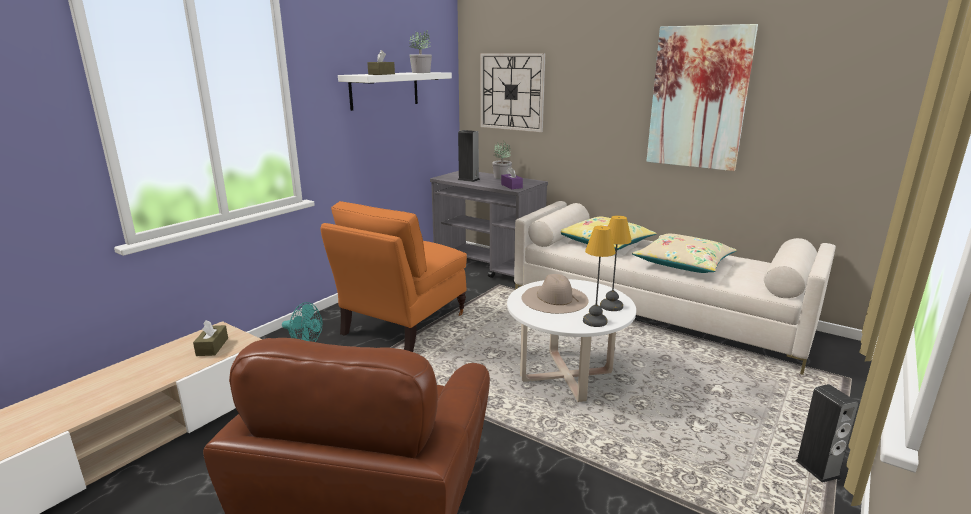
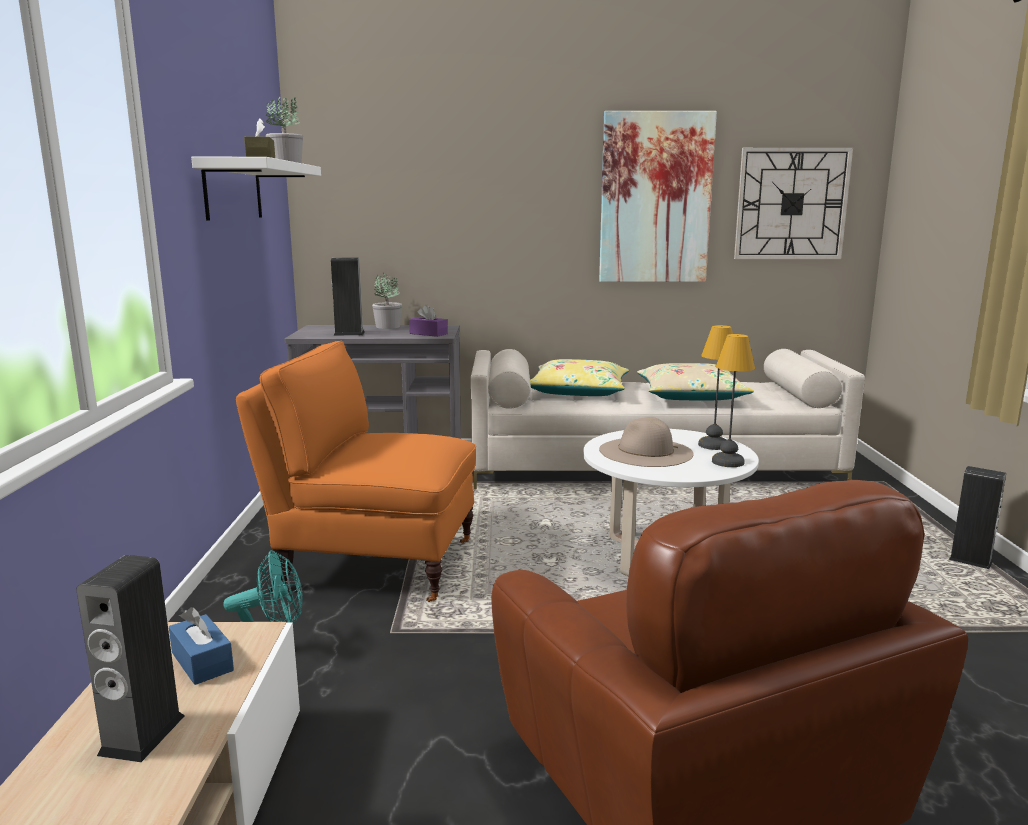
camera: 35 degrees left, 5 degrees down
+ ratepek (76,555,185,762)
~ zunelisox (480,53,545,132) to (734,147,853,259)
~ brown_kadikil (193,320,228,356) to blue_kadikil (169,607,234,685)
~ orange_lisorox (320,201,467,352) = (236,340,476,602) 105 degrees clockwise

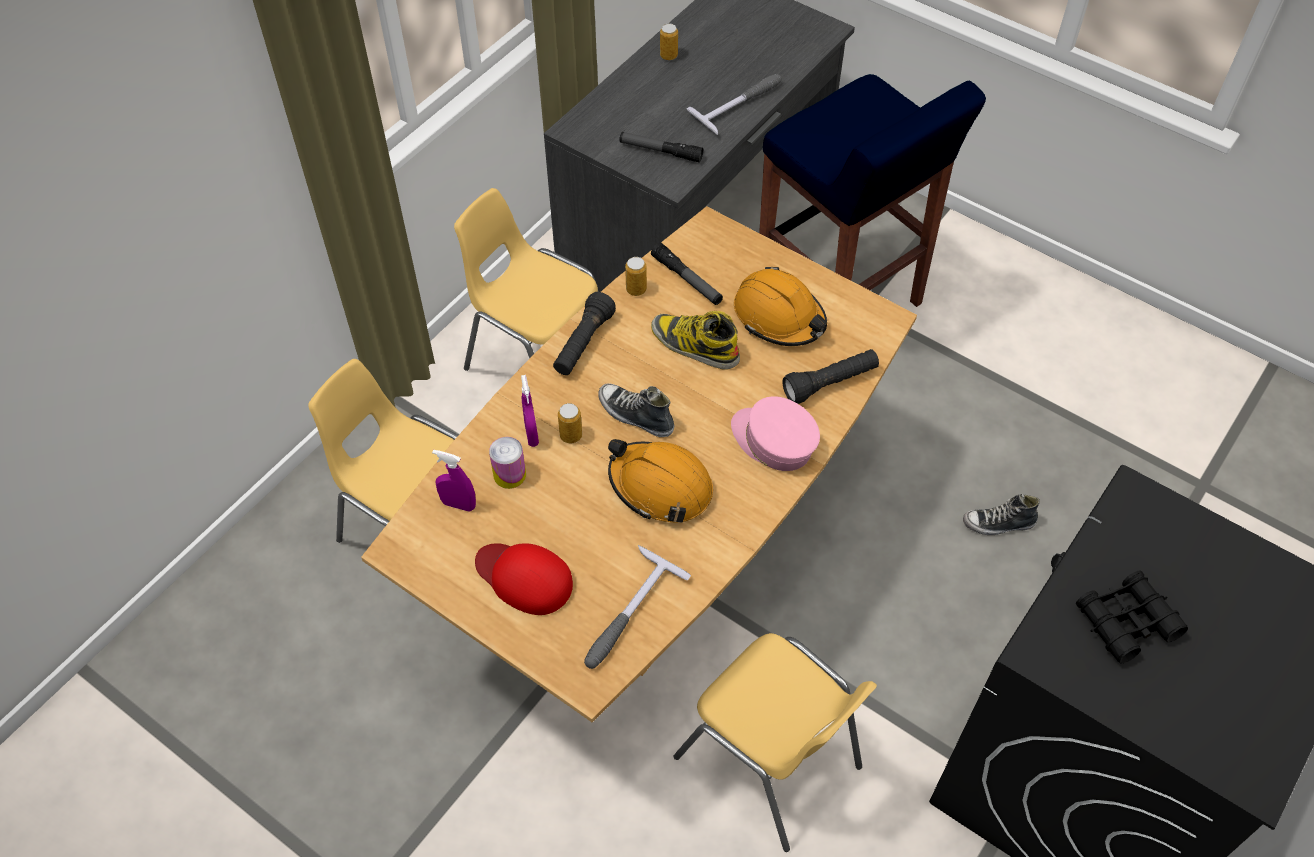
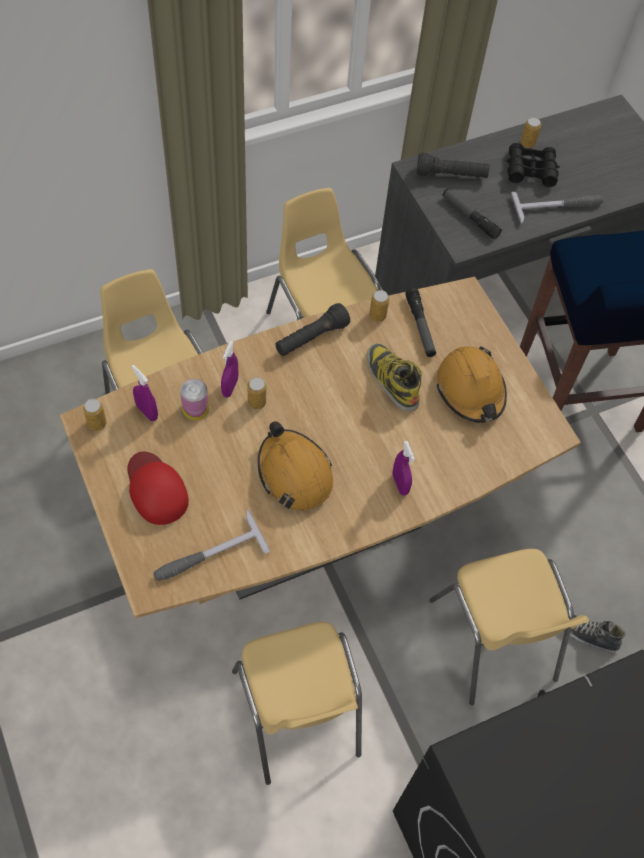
camera: 25 degrees right, 5 degrees up
- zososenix (598,383,674,437)
+ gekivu (83,399,107,431)
+ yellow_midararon (429,549,589,705)
~ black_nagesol (782,349,879,404) to (417,153,489,178)
~ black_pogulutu (1076,571,1188,663) to (506,143,560,187)
~ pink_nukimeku (731,396,820,471) to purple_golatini (393,441,415,496)

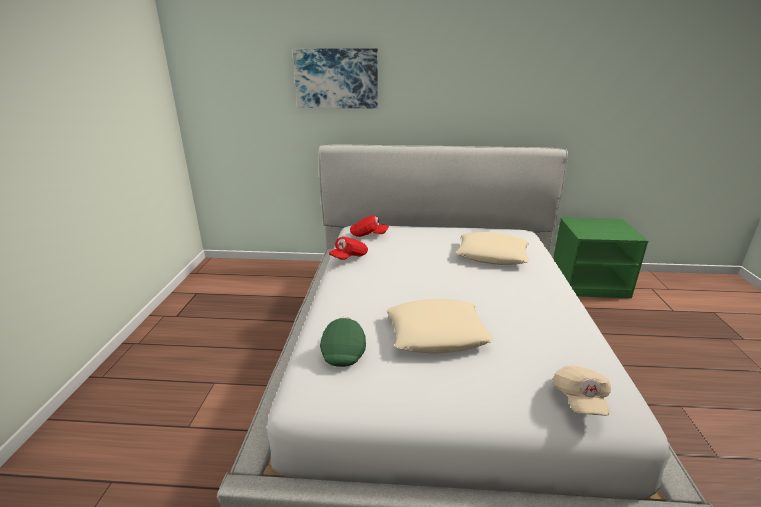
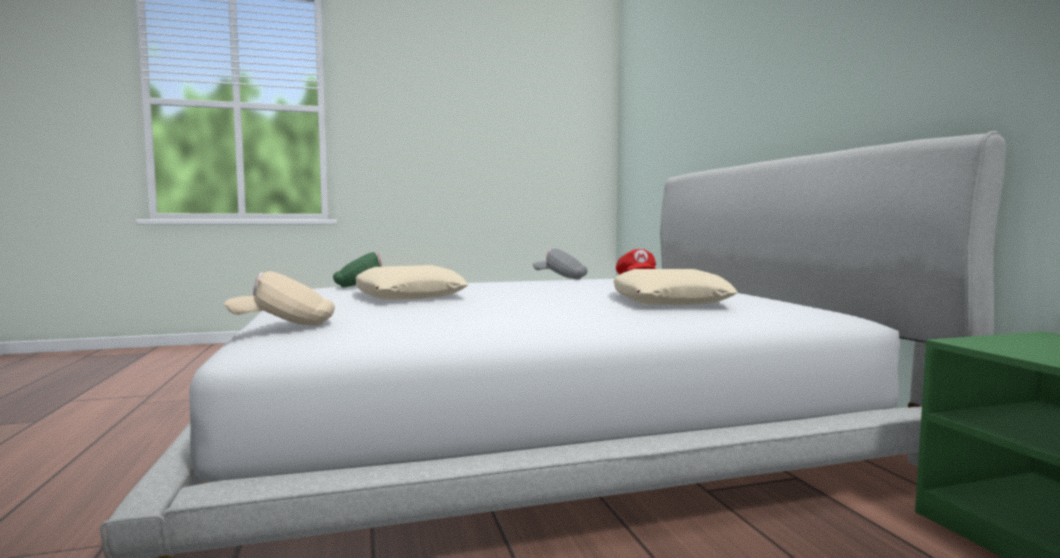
camera: 70 degrees right, 20 degrees down
- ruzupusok (293,48,378,108)
~ red_nukimeku (329,237,368,260) to grey_nukimeku (532,248,588,279)

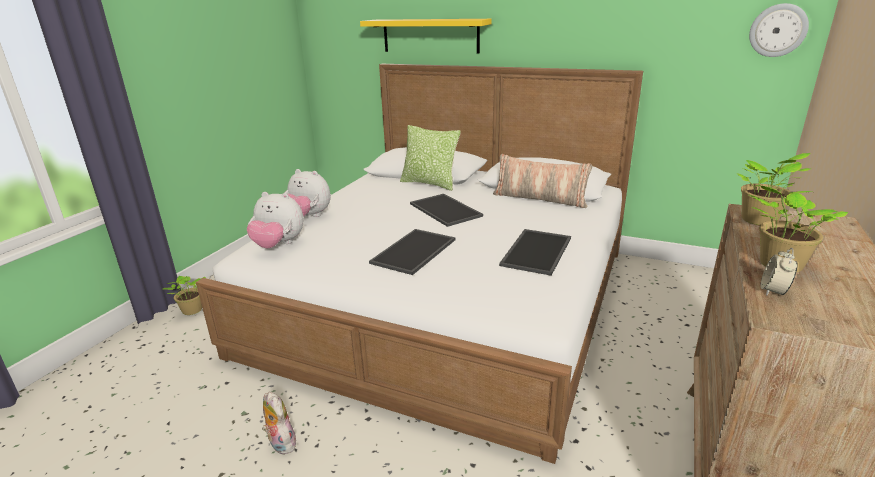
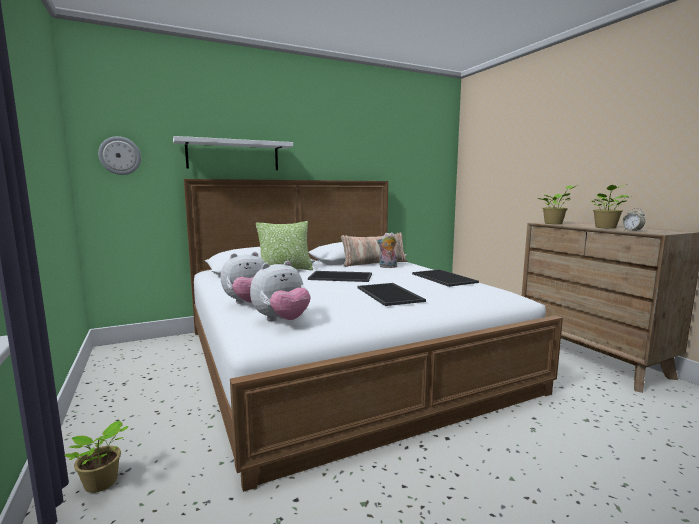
camera: 50 degrees left, 15 degrees down
~ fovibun (262,392,296,454) to (377,232,397,268)
~ zunelisox (749,3,809,57) to (98,136,141,175)
~ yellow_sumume (360,19,492,53) to white_sumume (173,136,293,170)

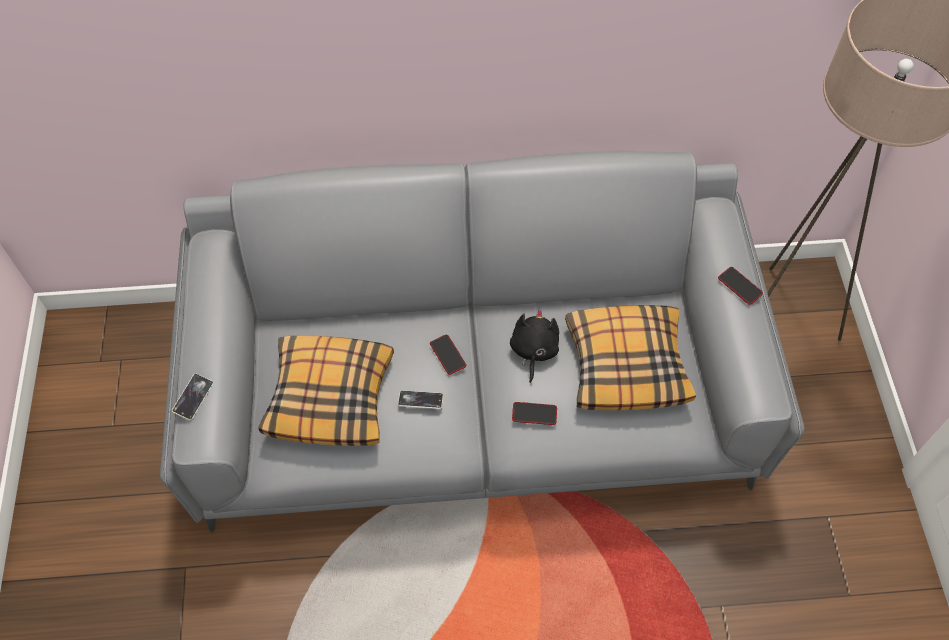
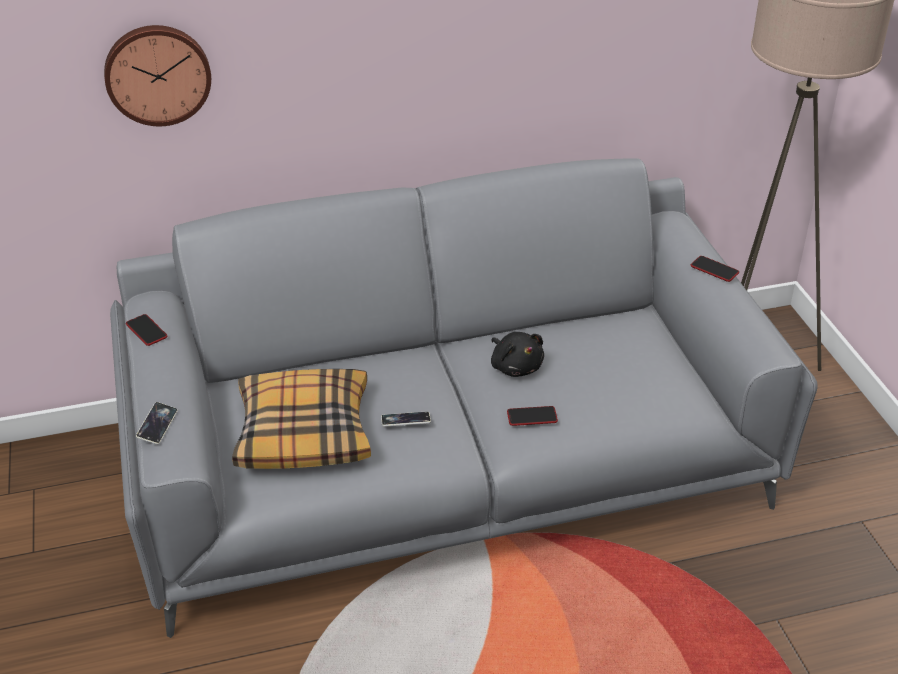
camera: 10 degrees left, 20 degrees down
- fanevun (565,305,696,410)
+ zunelisox (104,25,211,126)
~ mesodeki (430,335,466,375) to (126,314,168,346)
~ black_fovibun (510,309,559,383) = (491,332,544,377) 150 degrees clockwise

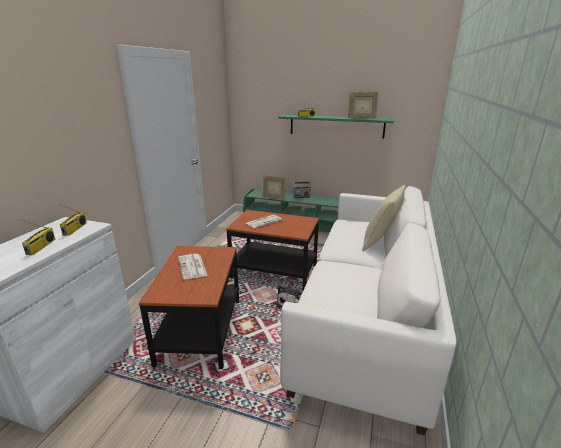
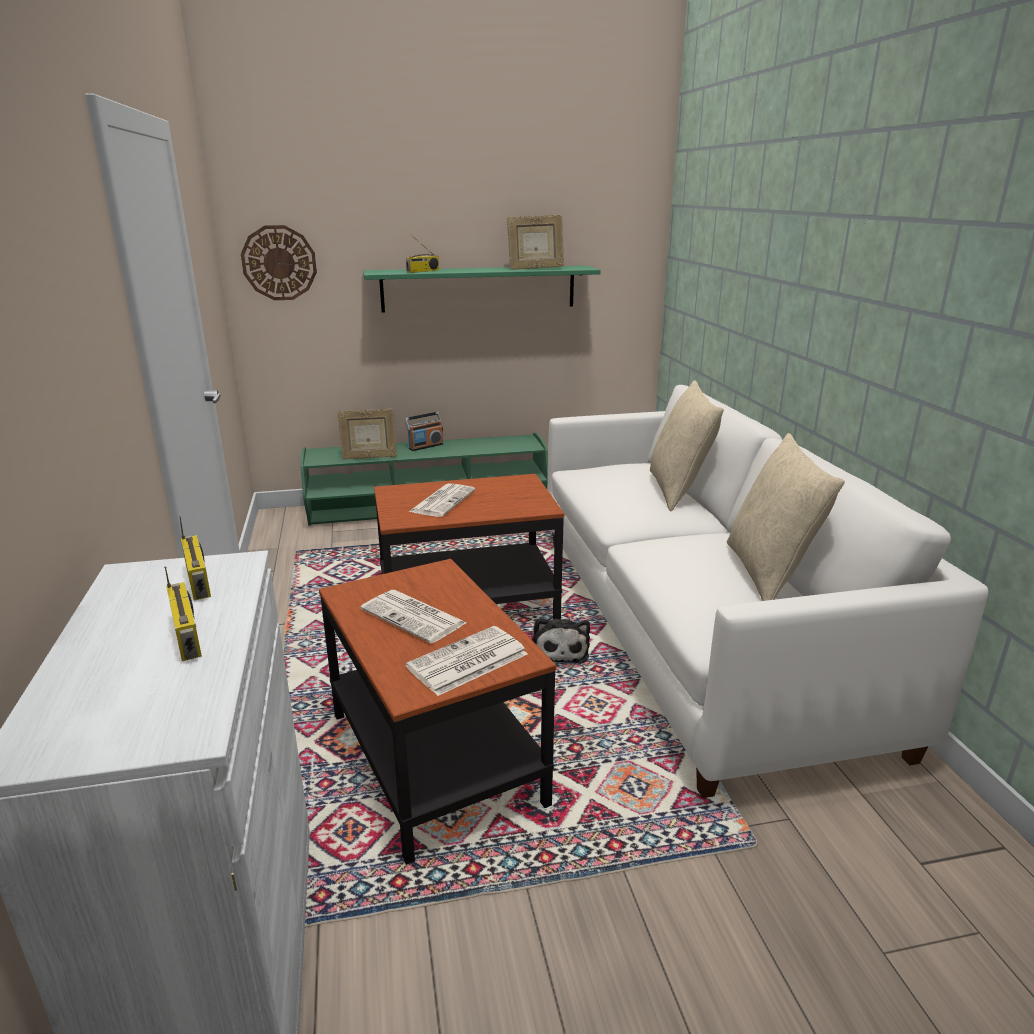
camera: 30 degrees left, 0 degrees up
+ zunelisox (241,225,317,300)
+ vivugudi (405,626,527,696)
+ beige_fanevun (727,433,845,601)

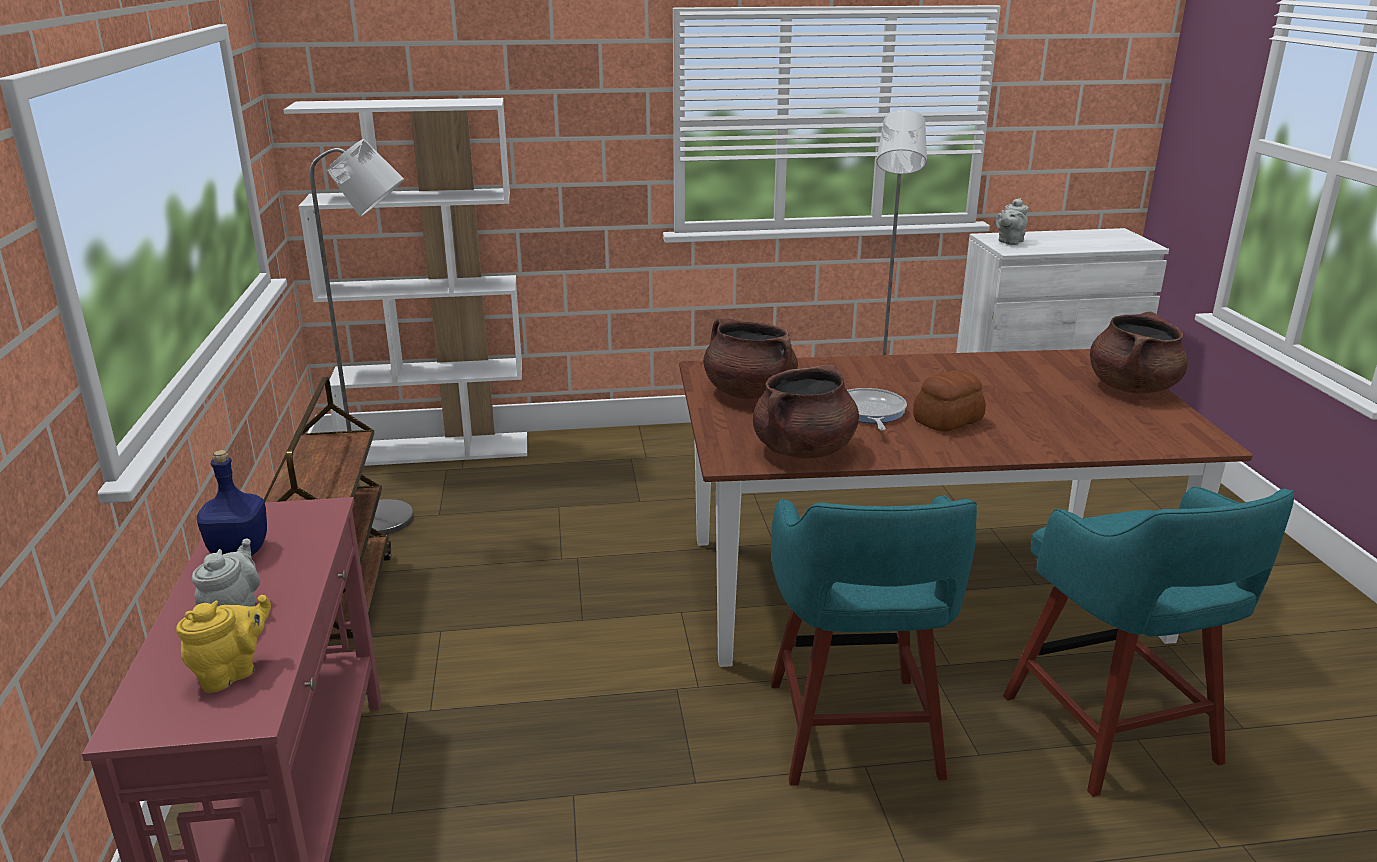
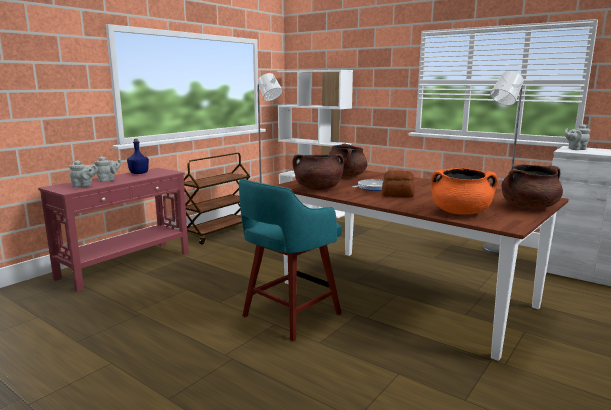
camera: 45 degrees right, 10 degrees down
- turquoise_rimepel (1003,486,1294,797)
+ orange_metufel (431,168,498,215)
~ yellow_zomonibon (176,595,271,693) to grey_zomonibon (69,160,98,187)

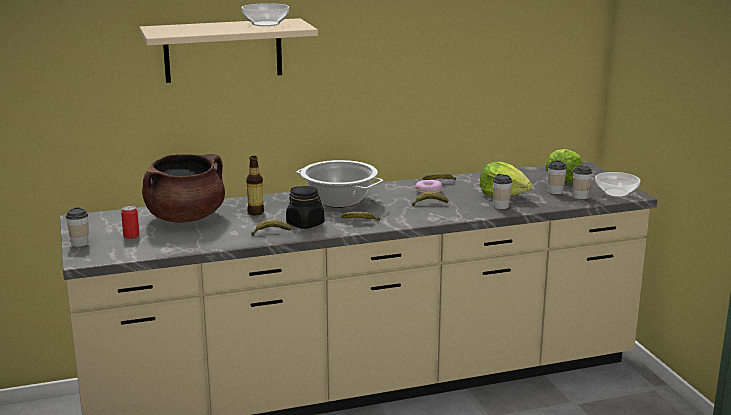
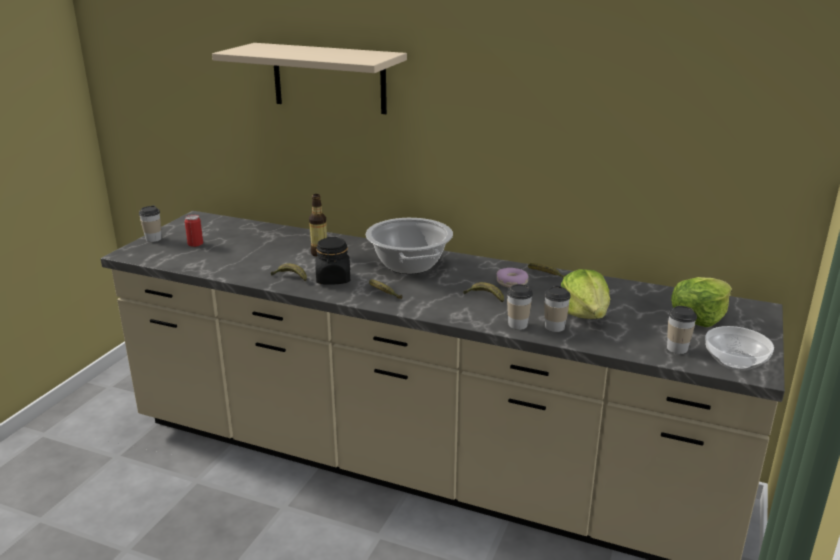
camera: 40 degrees right, 5 degrees up
- brown_metufel (142,154,225,223)
- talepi (241,3,289,26)
~ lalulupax (548,160,567,194) to (507,284,533,330)

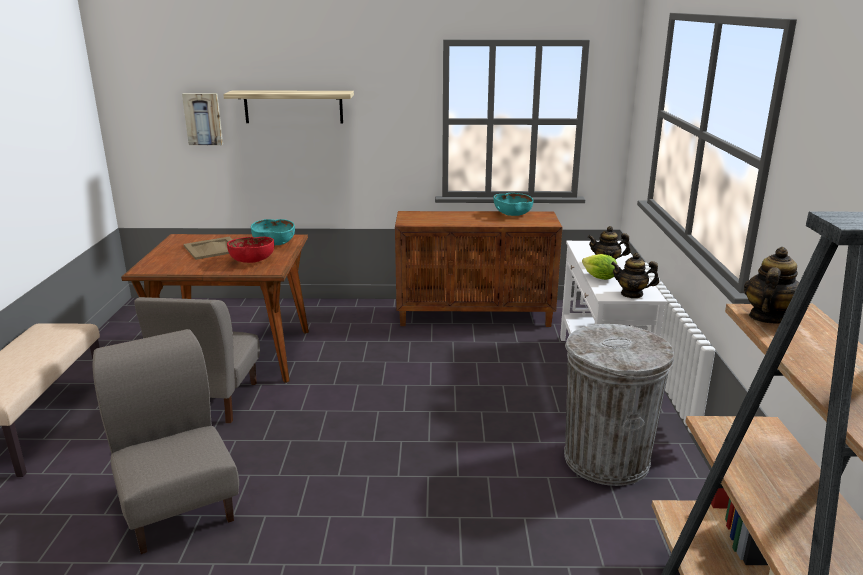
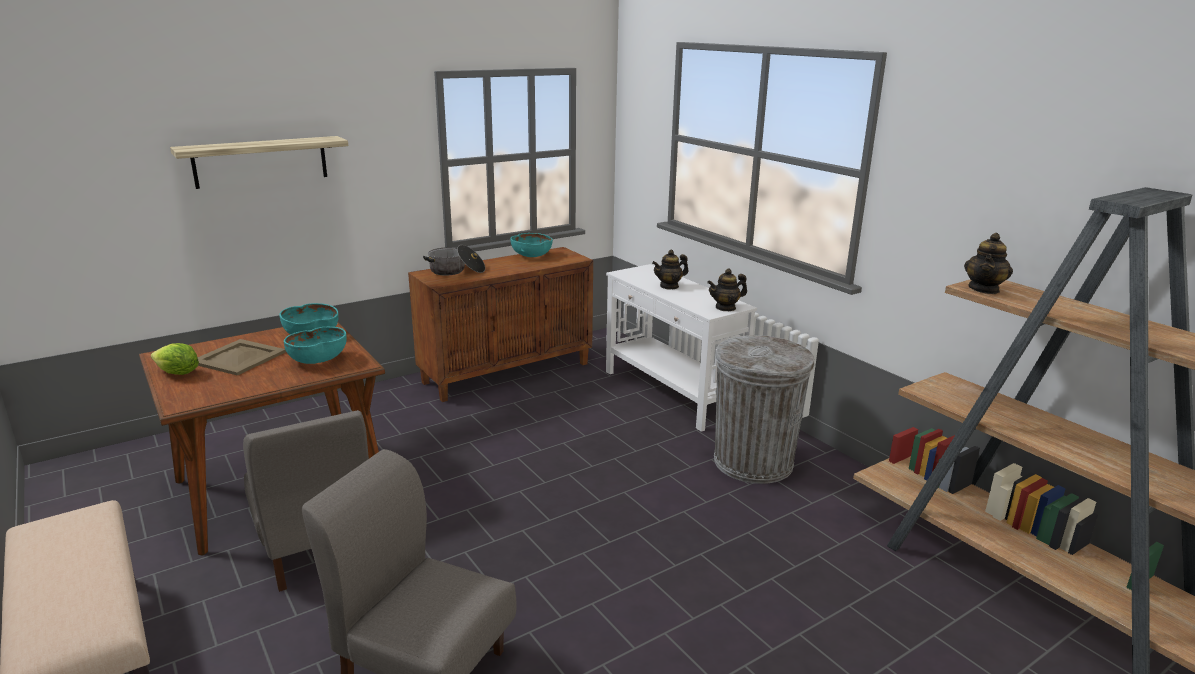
camera: 35 degrees left, 0 degrees up
- ruzupusok (182,93,223,145)
+ metufel (423,245,485,276)
~ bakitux (582,254,617,280) to (151,343,199,375)
~ red_talepi (227,237,274,263) to turquoise_talepi (284,327,347,364)
~ zomonibon (744,247,799,324) = (964,233,1013,294) 150 degrees counterclockwise

